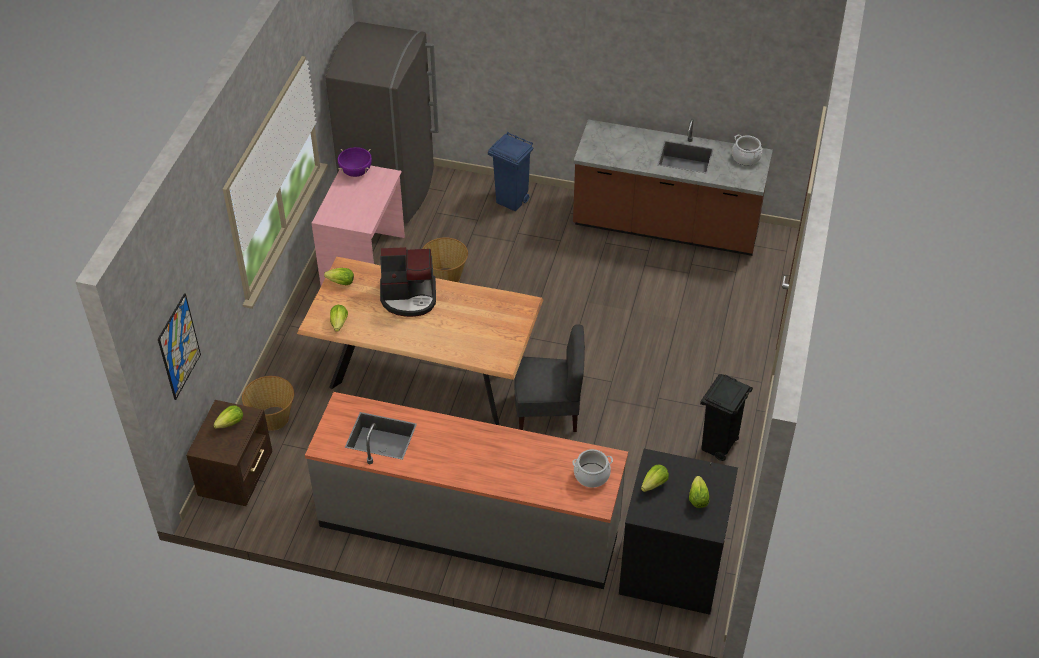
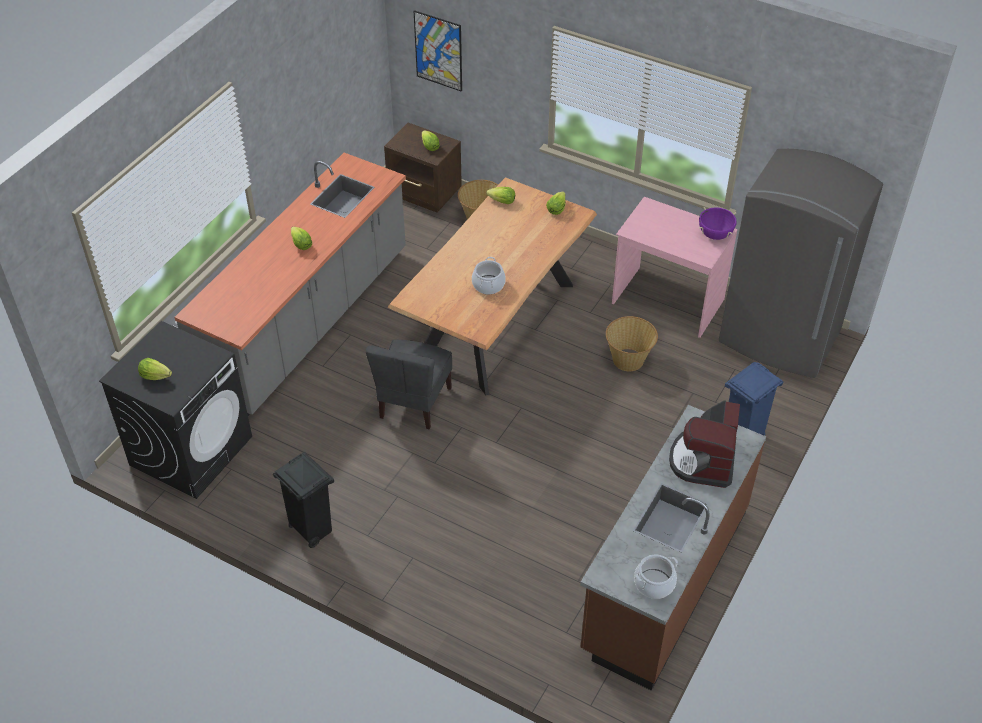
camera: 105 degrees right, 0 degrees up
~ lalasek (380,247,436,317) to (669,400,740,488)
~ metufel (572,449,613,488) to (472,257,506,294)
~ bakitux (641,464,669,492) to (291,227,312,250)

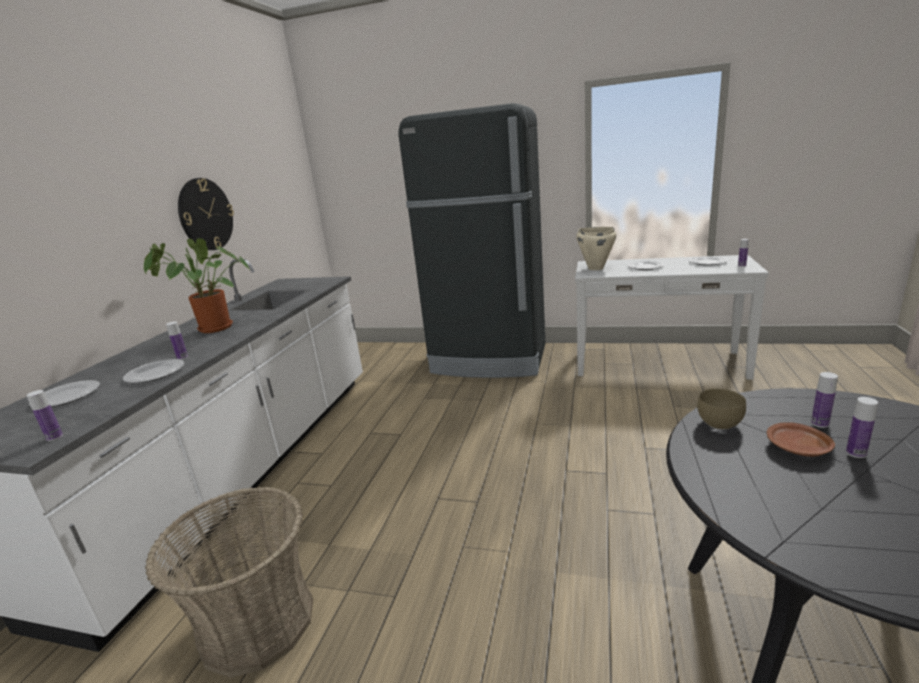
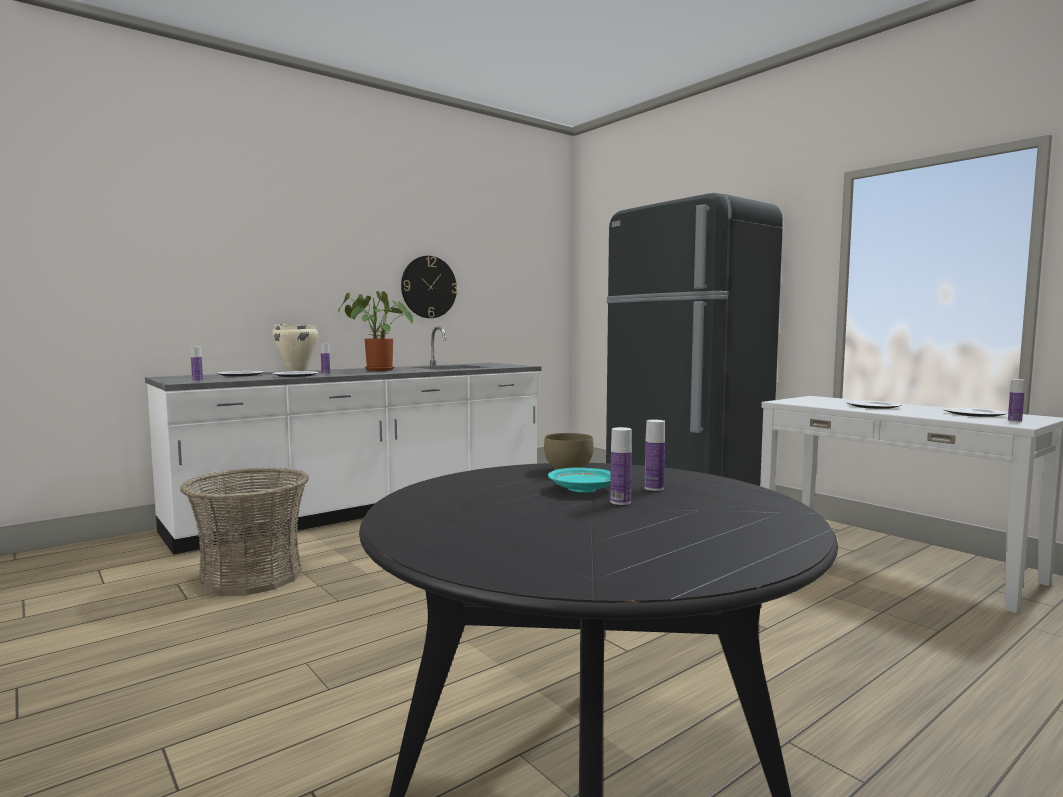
camera: 35 degrees right, 15 degrees down
~ beige_metufel (576,227,616,270) to (272,324,318,372)
~ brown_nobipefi (767,422,835,457) to turquoise_nobipefi (548,467,611,493)

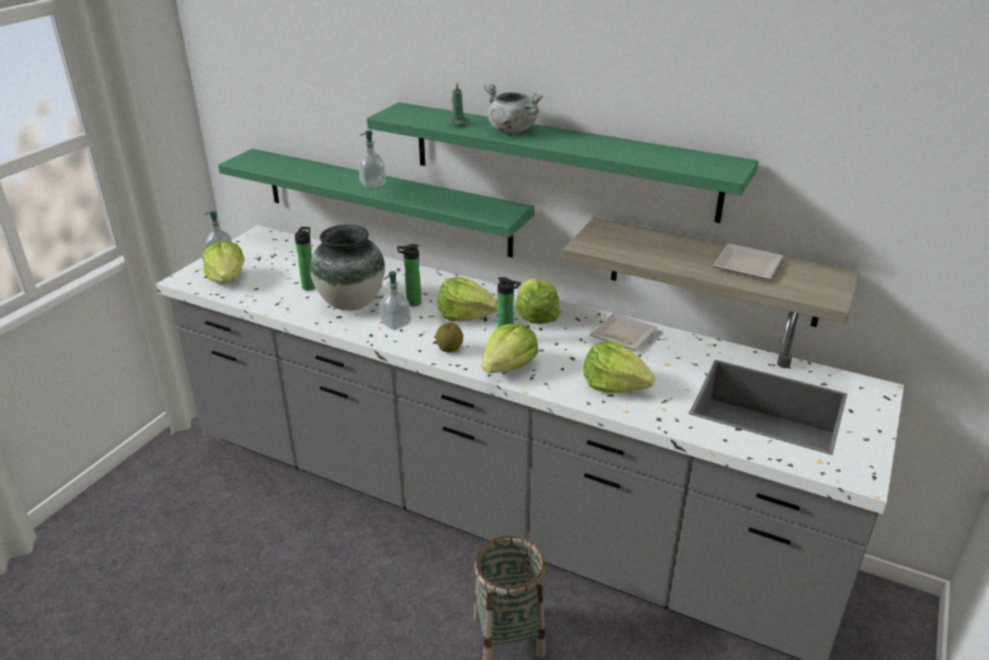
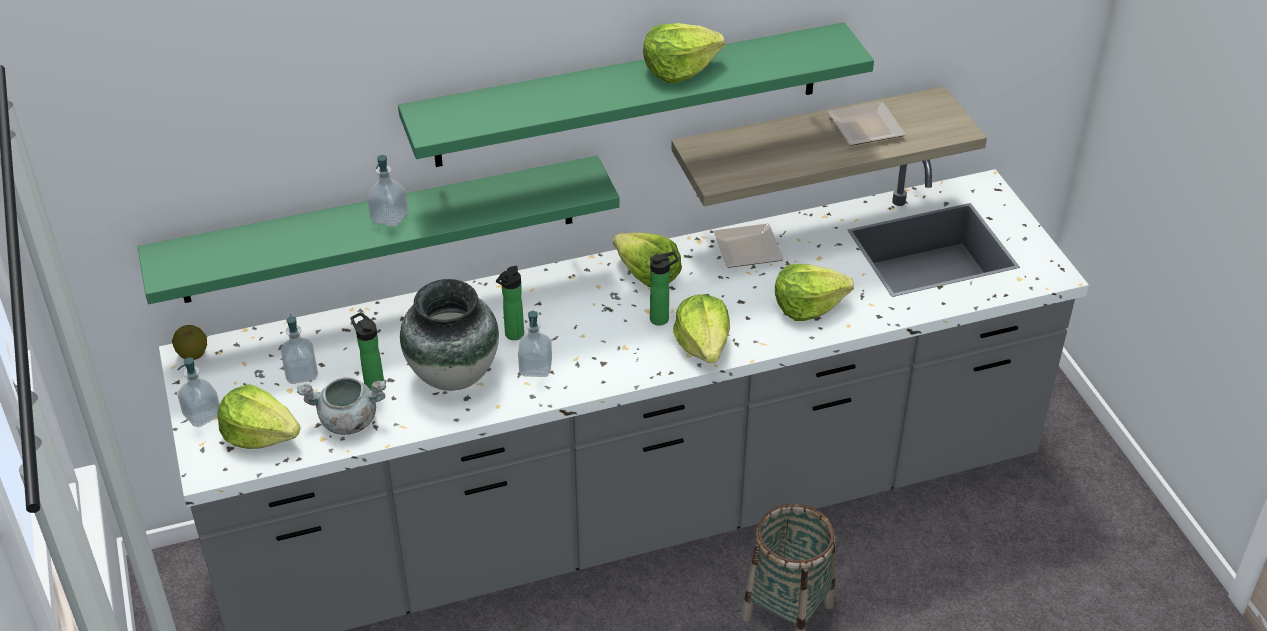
camera: 45 degrees left, 10 degrees up
- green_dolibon (448,83,469,126)
+ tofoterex (281,314,318,384)
~ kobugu (436,323,463,352) to (172,325,207,360)
~ bakitux (437,277,498,322) to (643,23,725,83)
~ grey_metufel (484,84,543,133) to (297,377,386,435)

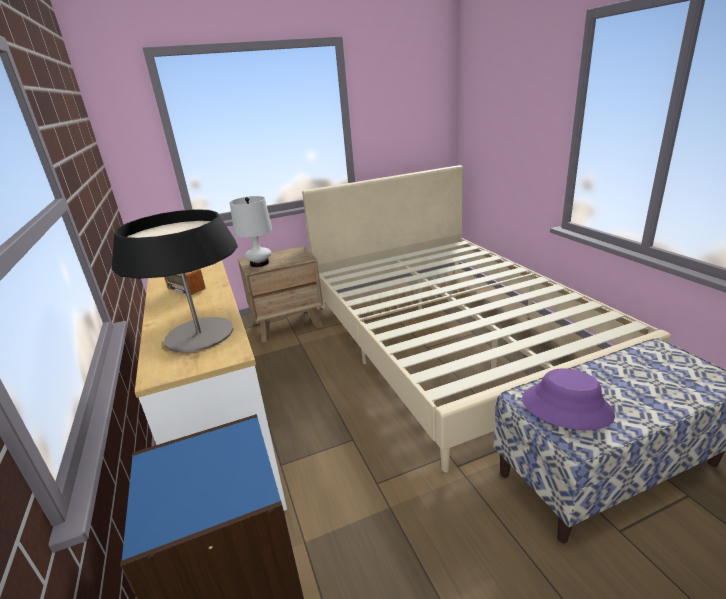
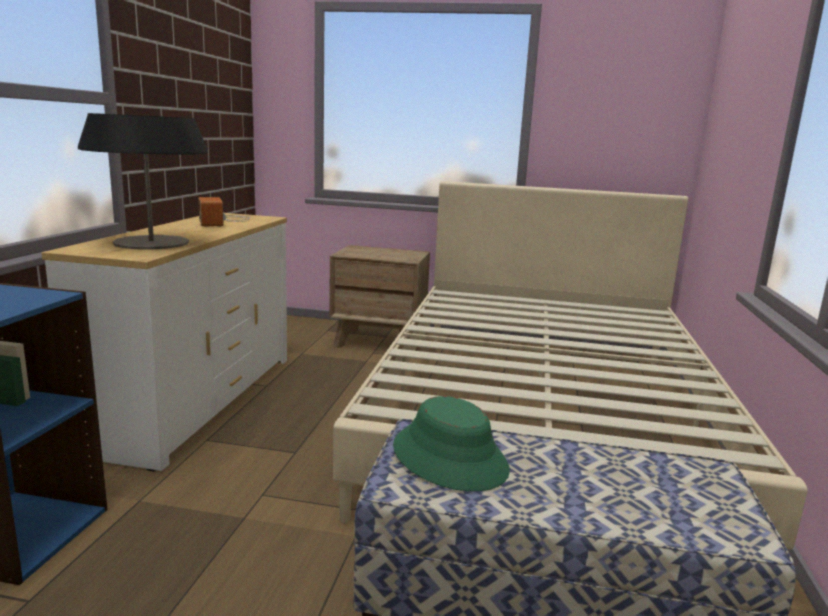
camera: 30 degrees right, 10 degrees down
- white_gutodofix (230,196,272,267)
~ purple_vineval (522,368,615,430) to green_vineval (393,396,510,491)

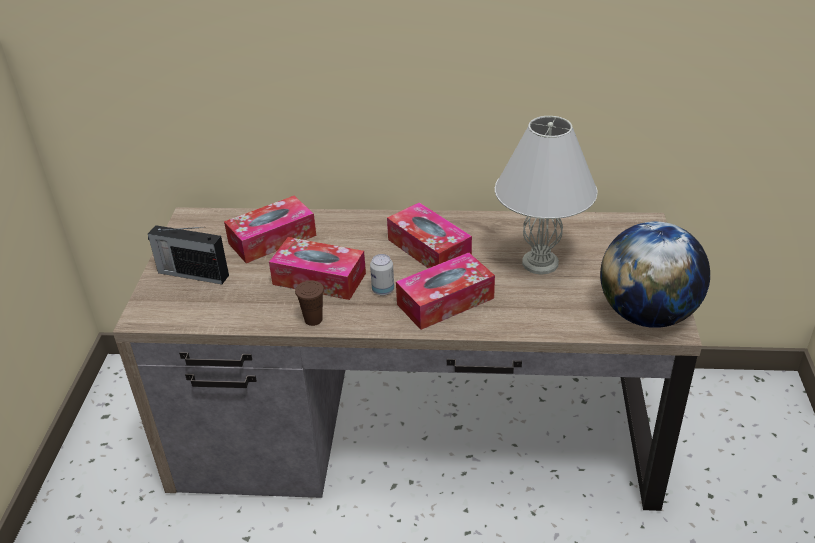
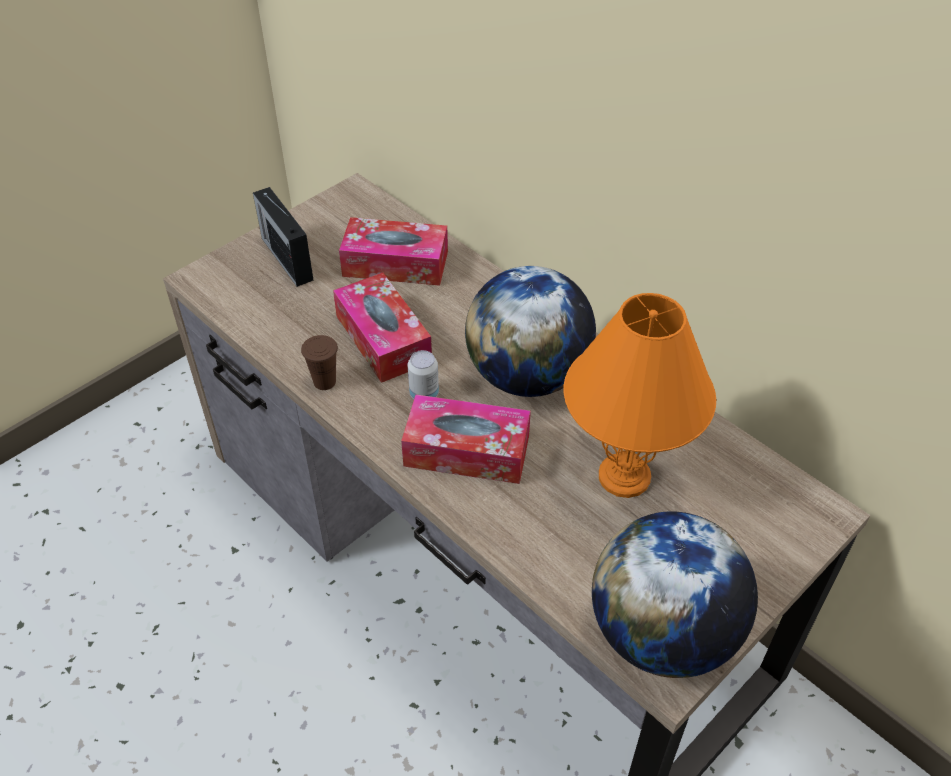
camera: 40 degrees right, 10 degrees up
~ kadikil (387,202,472,268) to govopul (465,266,596,397)
~ white_gutodofix (495,116,598,275) to orange_gutodofix (564,293,716,498)

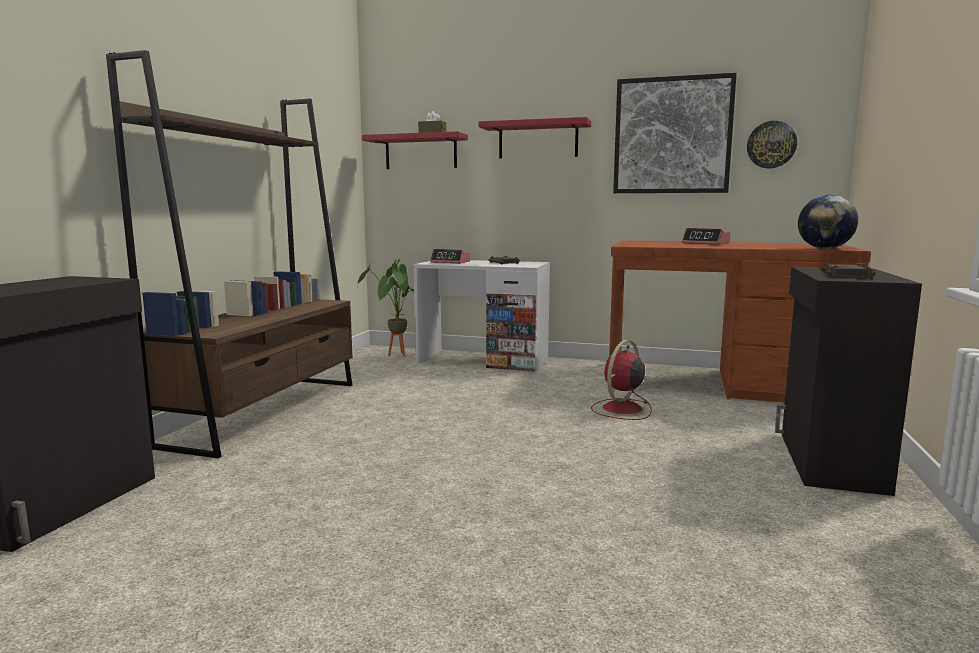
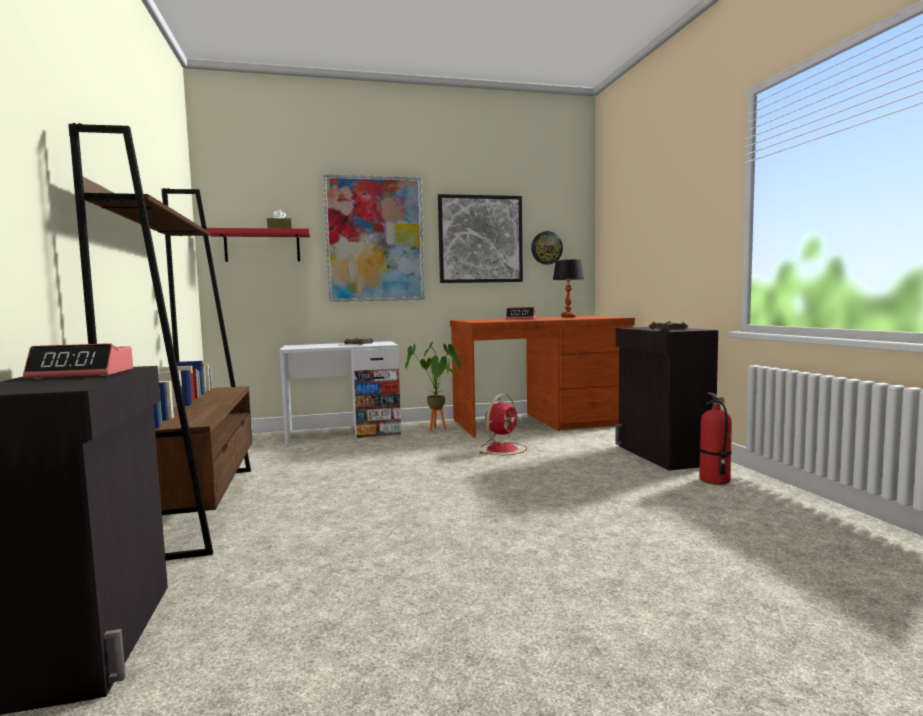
camera: 30 degrees left, 5 degrees down
- govopul (798,195,858,249)
+ gutodofix (553,260,584,317)
+ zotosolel (700,393,732,485)
~ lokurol (357,259,414,357) to (405,341,461,431)
~ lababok (430,249,470,264) to (23,343,133,379)
~ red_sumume (479,117,591,158) to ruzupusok (323,174,425,302)
~ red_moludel (591,340,652,420) = (479,394,527,455) 150 degrees counterclockwise

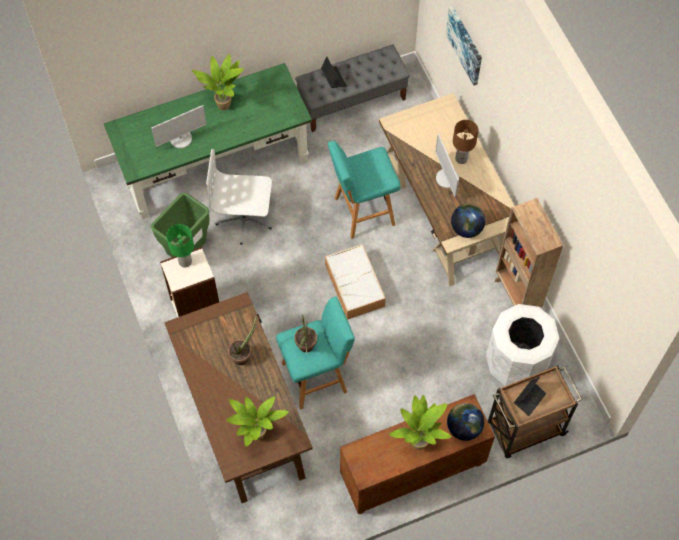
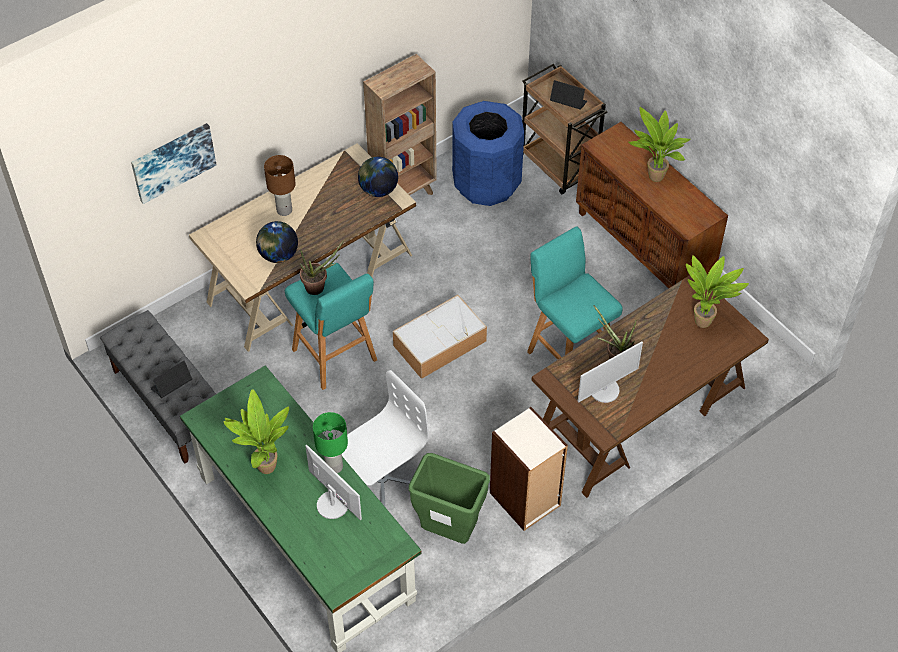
camera: 105 degrees left, 10 degrees down
~ green_gutodofix (166,224,194,267) to (313,412,348,473)
~ lokurol (294,314,317,354) to (299,240,344,295)
~ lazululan (435,133,459,198) to (578,341,643,403)
~ govopul (447,403,484,441) to (256,221,298,263)
~ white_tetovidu (486,304,560,386) to blue_tetovidu (452,101,524,206)
~ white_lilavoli (206,149,272,245) = (342,370,429,508) 120 degrees counterclockwise

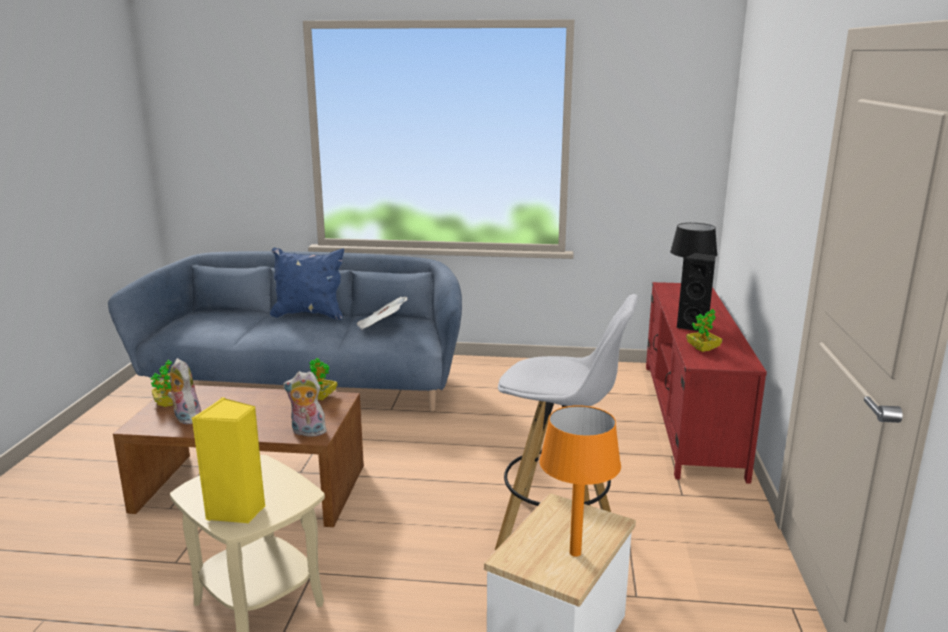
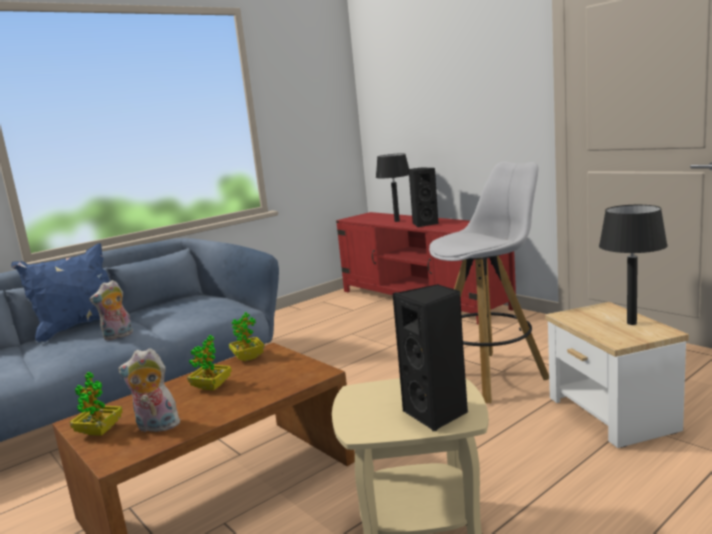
camera: 45 degrees left, 5 degrees down
- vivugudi (357,297,408,330)
~ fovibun (283,371,327,437) to (89,280,133,341)
~ lokurol (686,309,722,352) to (187,335,232,391)
~ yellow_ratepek (192,397,266,523) to black_ratepek (393,284,468,432)
~ orange_gutodofix (539,405,621,557) to black_gutodofix (599,205,668,325)

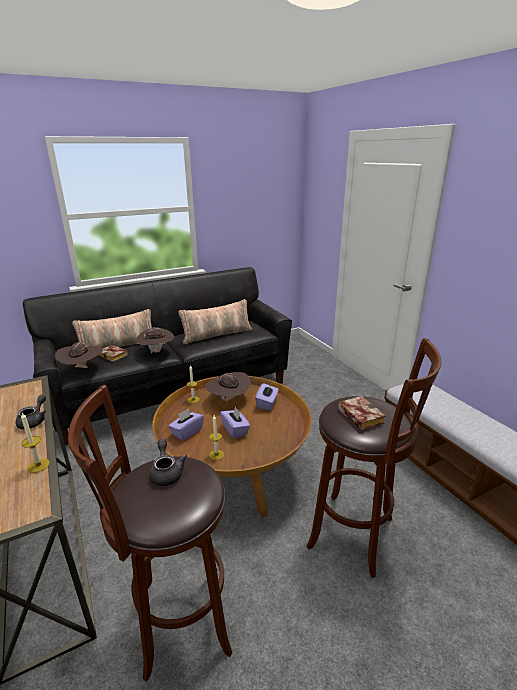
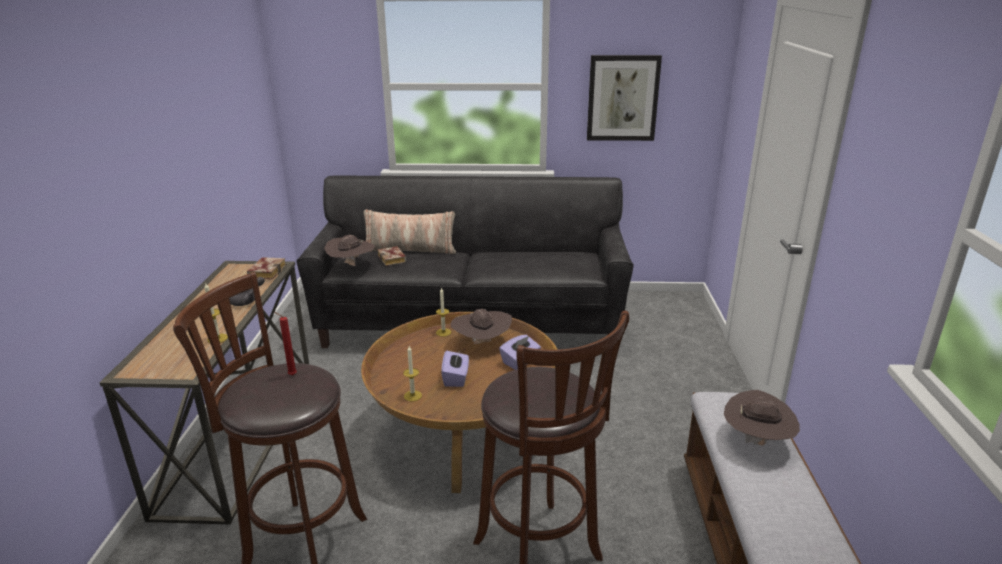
camera: 30 degrees right, 0 degrees up
- purple_kadikil (168,408,204,441)
- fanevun (178,299,252,344)
+ ruzupusok (587,55,662,141)
~ brown_vineval (136,327,174,354) to (724,390,800,446)
~ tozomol (338,396,386,430) to (247,257,286,280)
~ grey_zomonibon (149,439,187,486) to red_dolibon (274,312,297,375)

